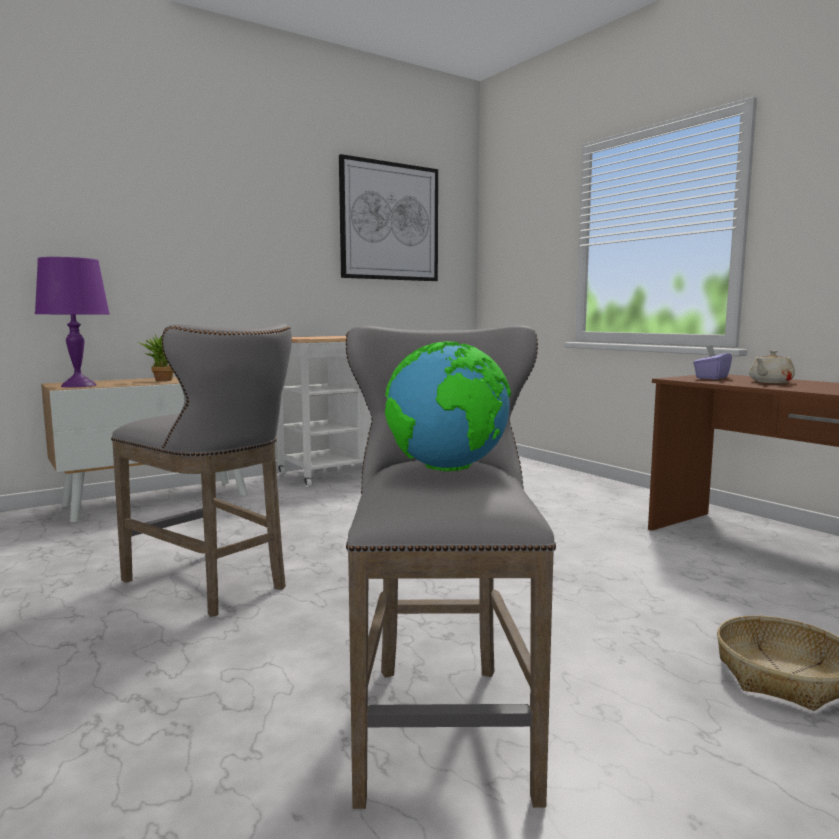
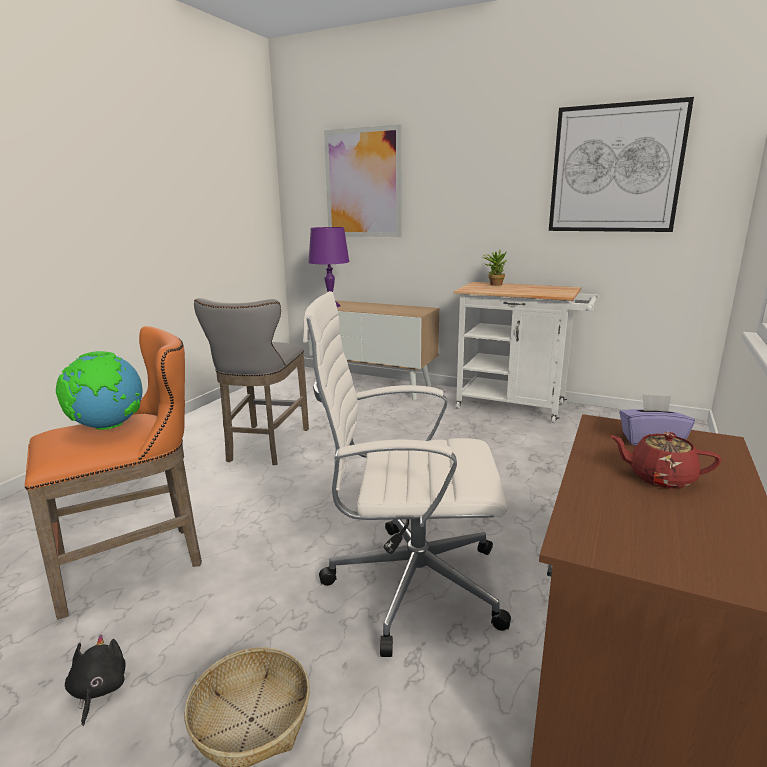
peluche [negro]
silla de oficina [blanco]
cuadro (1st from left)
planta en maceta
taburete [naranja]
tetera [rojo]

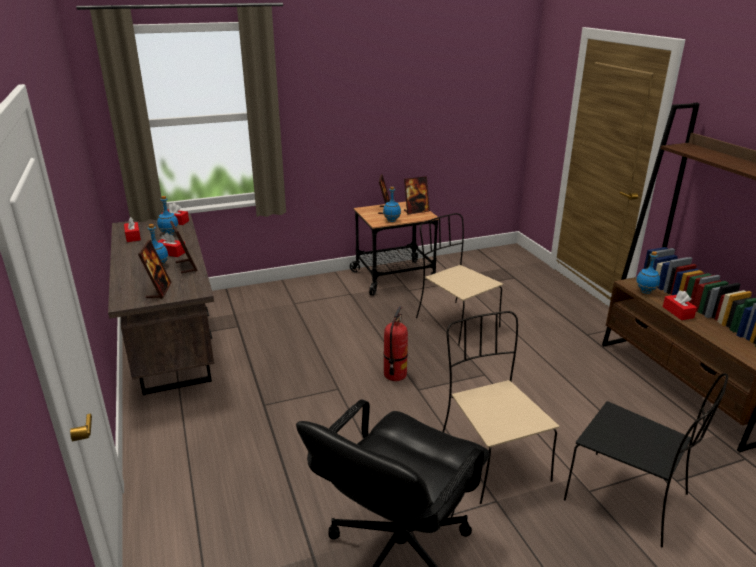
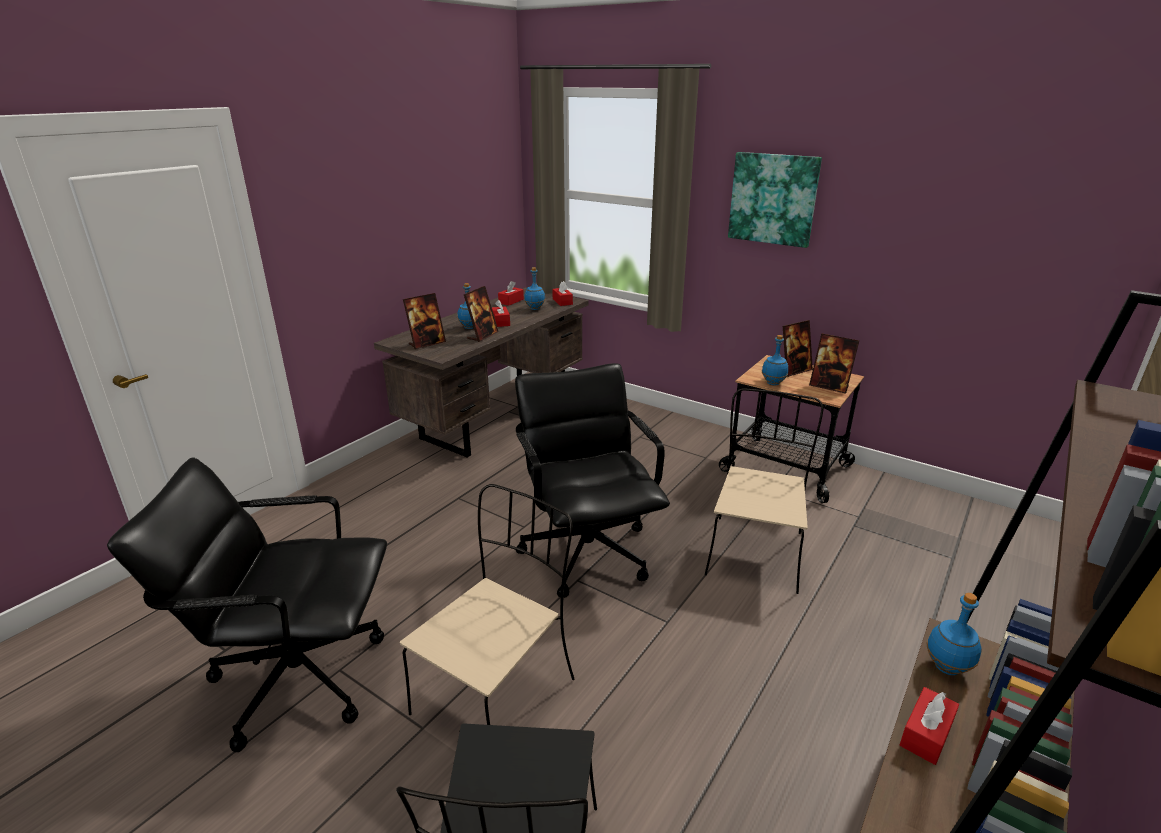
cuadro
silla de oficina [negro] (2nd from left)

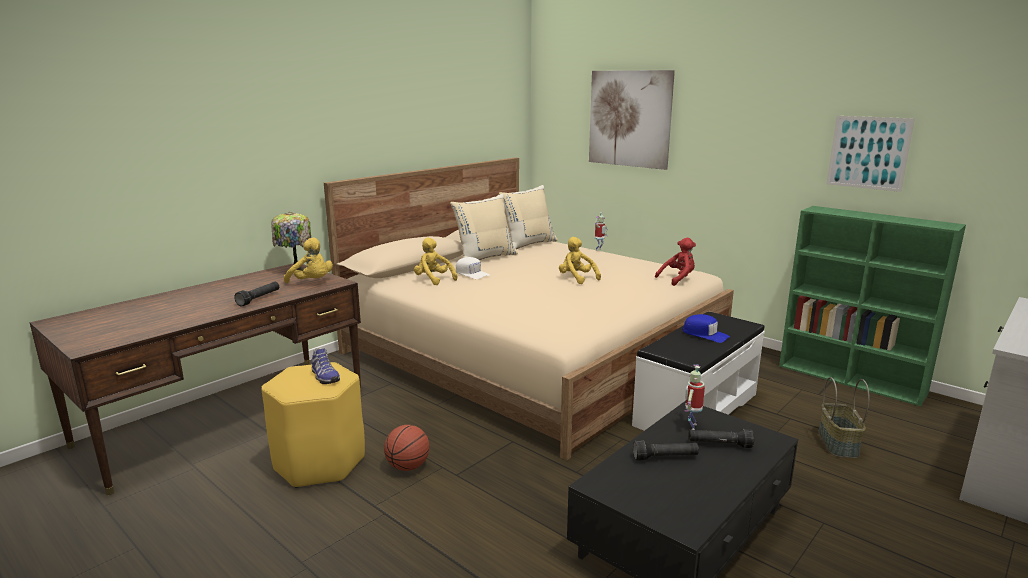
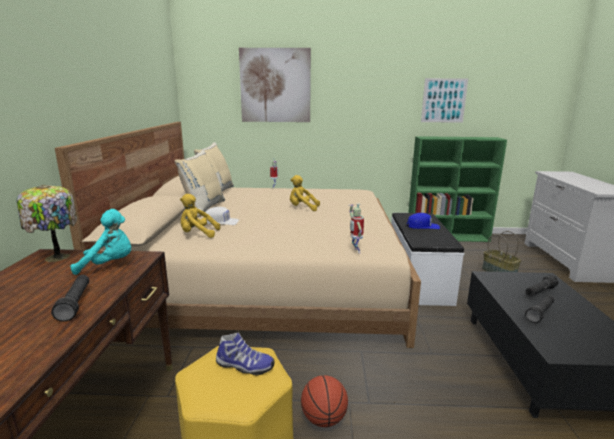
peluche [rojo]
robot de juguete (2nd from left)
peluche [turquesa]

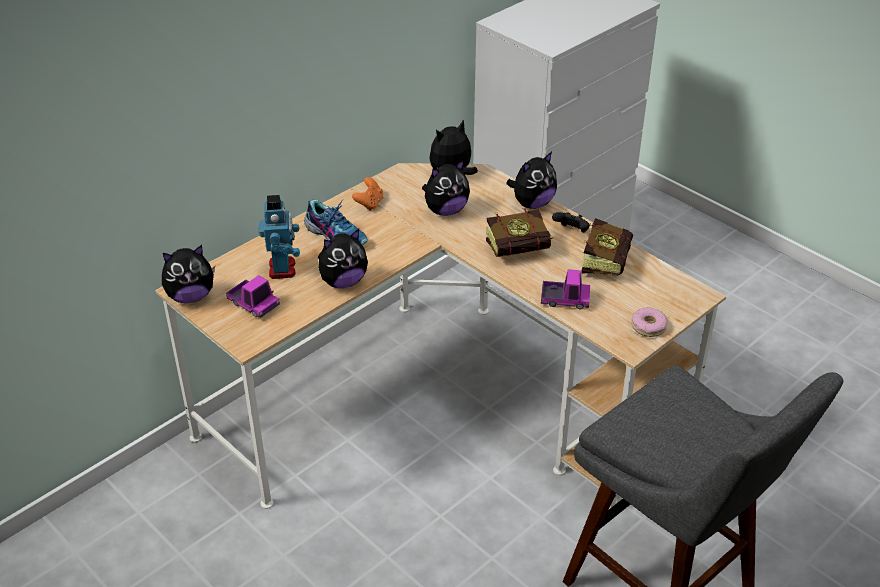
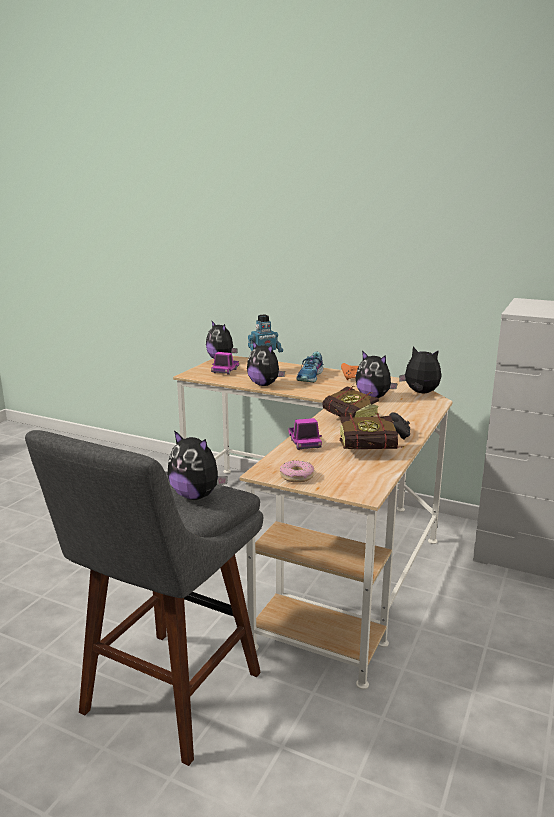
peluche (1st from left)

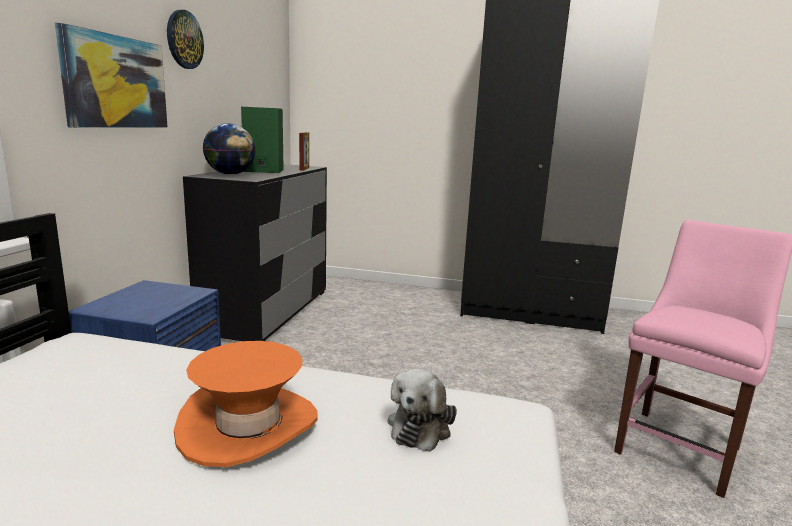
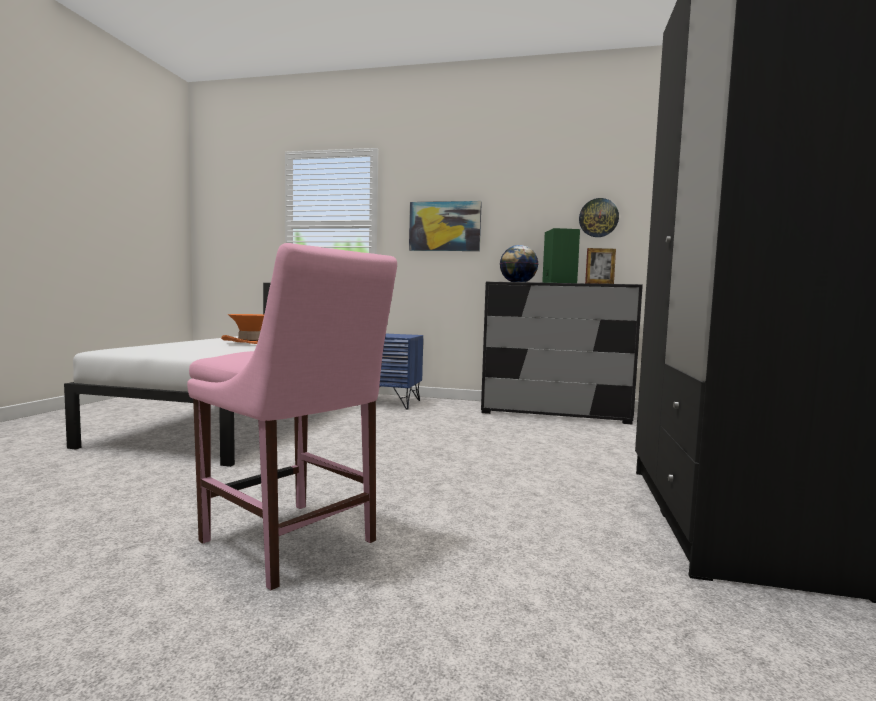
peluche
reloj de pared

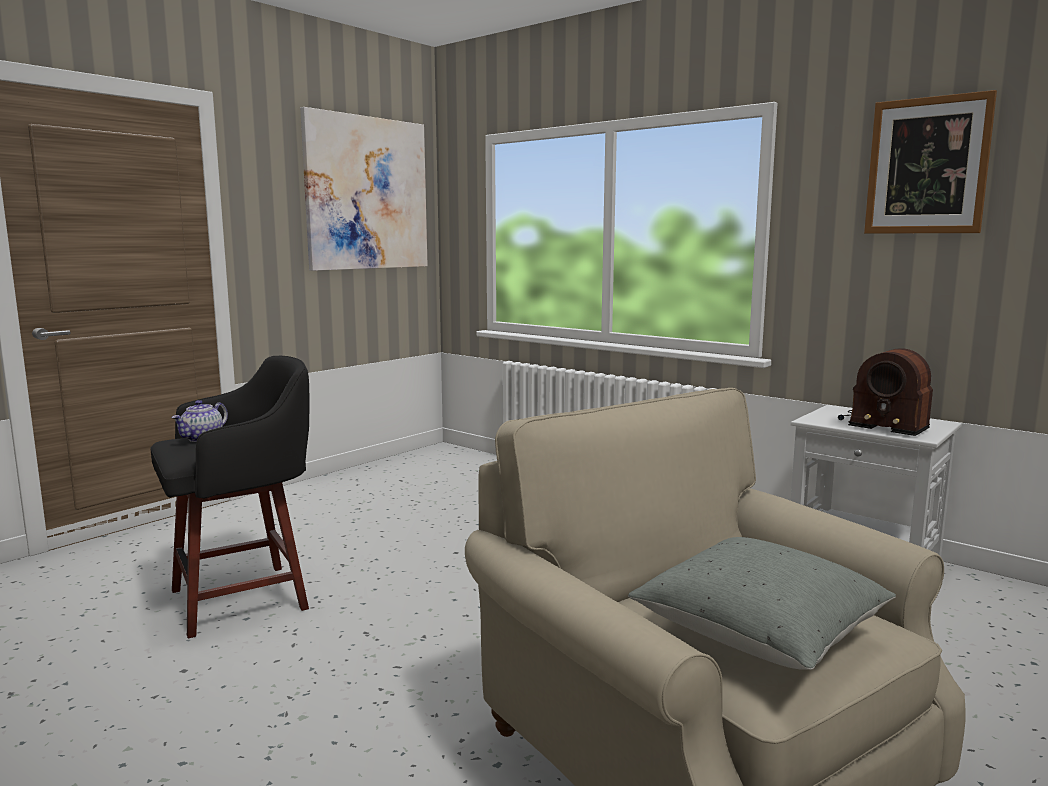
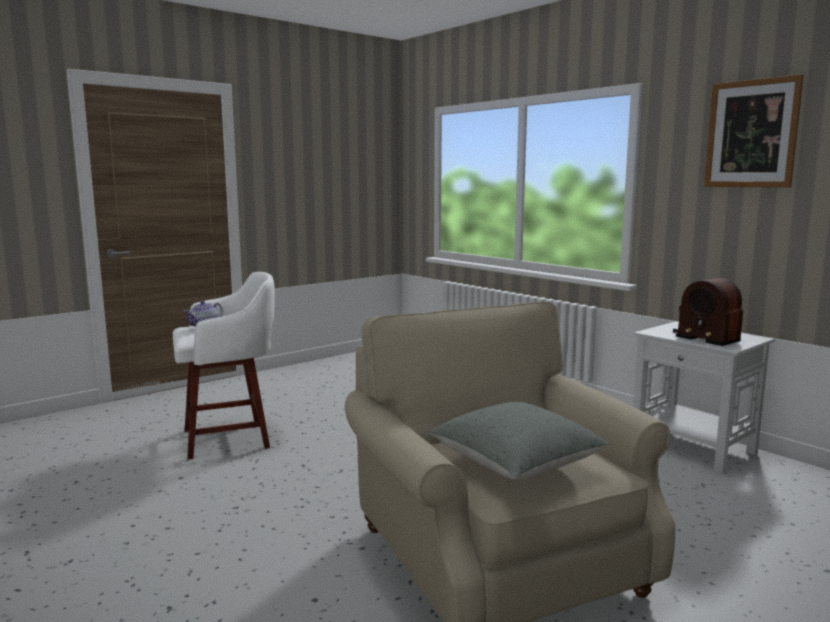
cuadro (1st from left in the first image)
taburete [blanco]

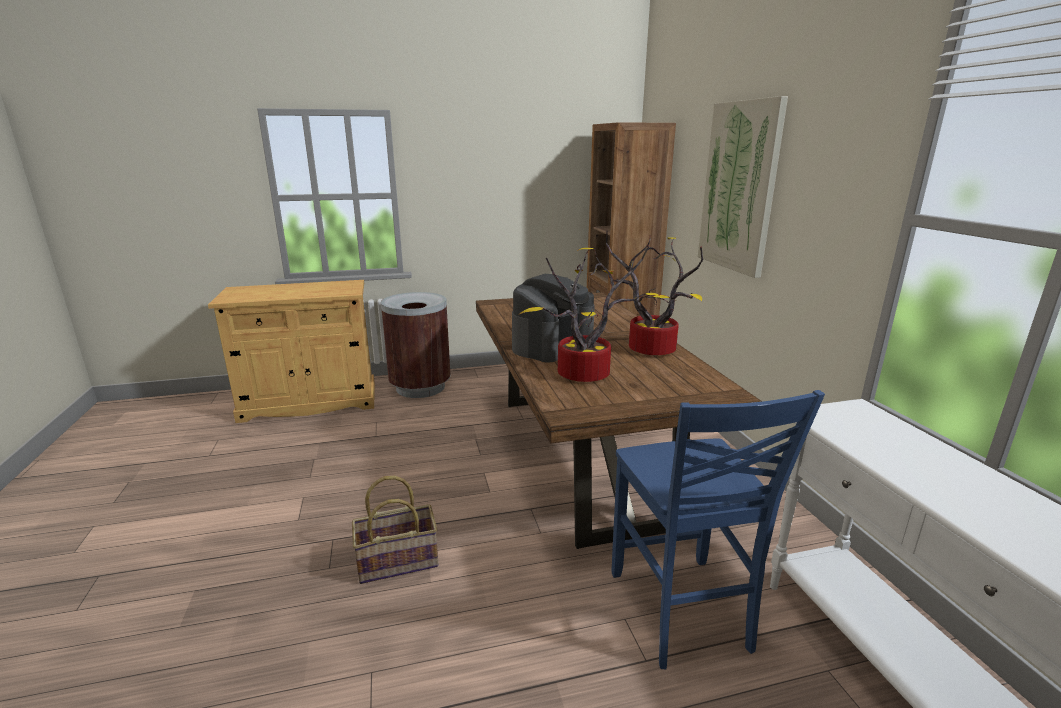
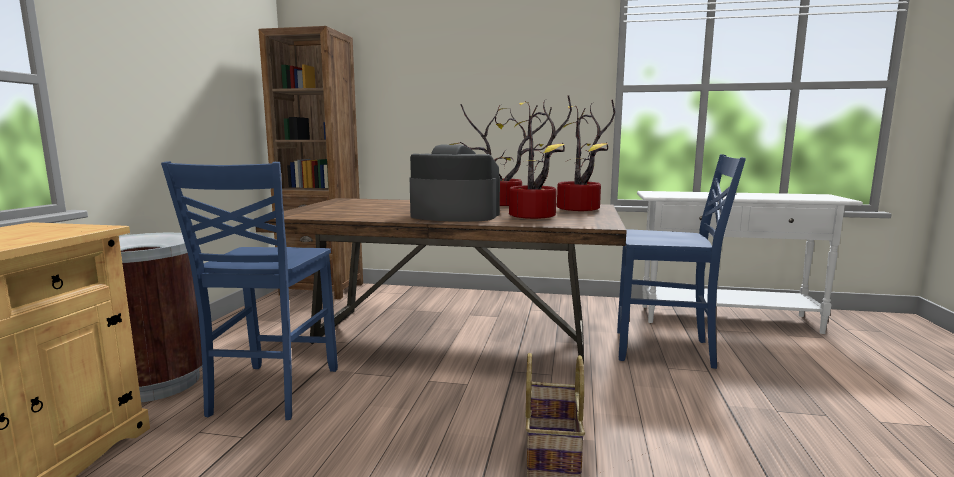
cuadro
silla [azul] (1st from left)
planta en maceta (3rd from left)
cafetera

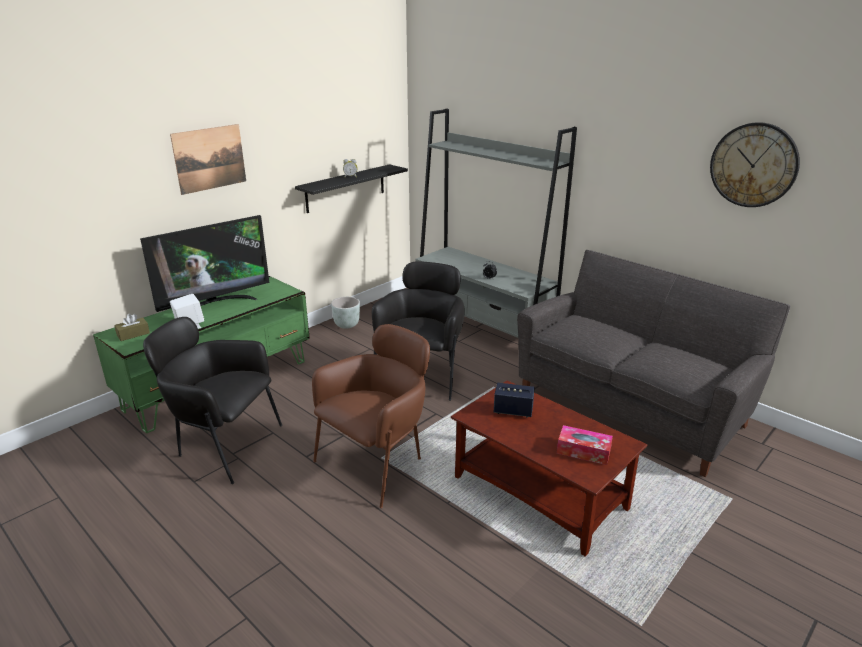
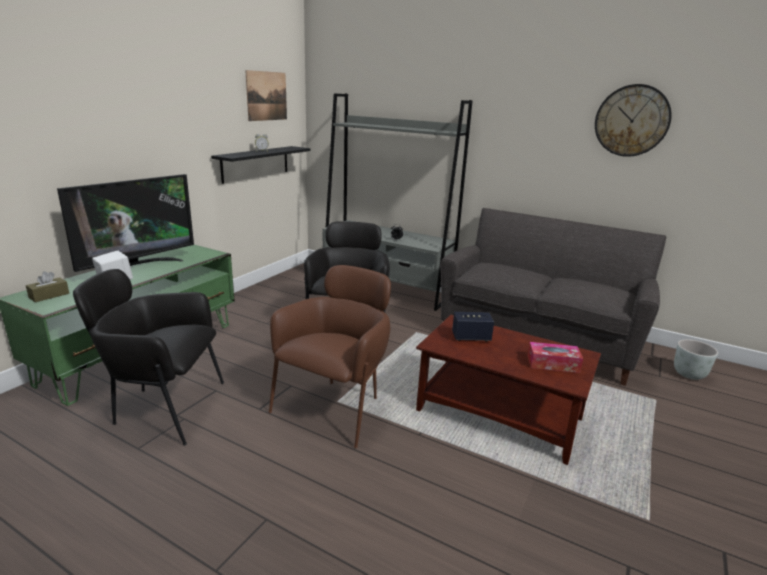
cuadro
maceta [gris]

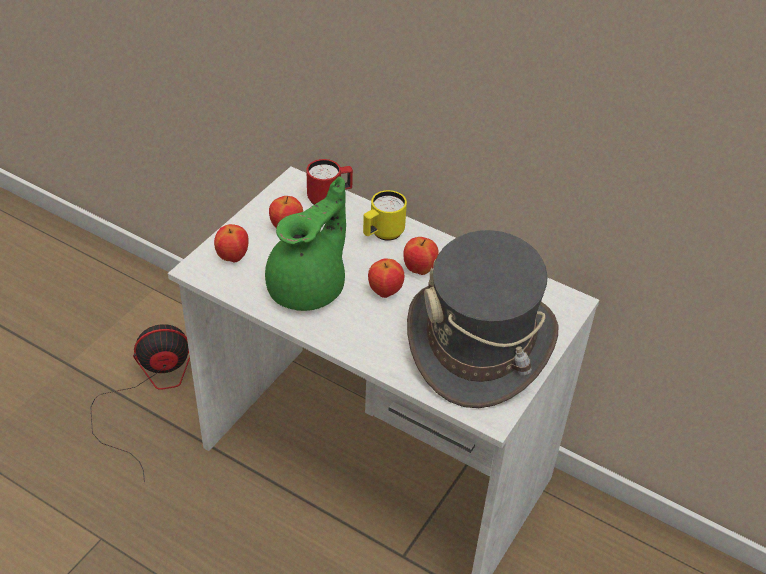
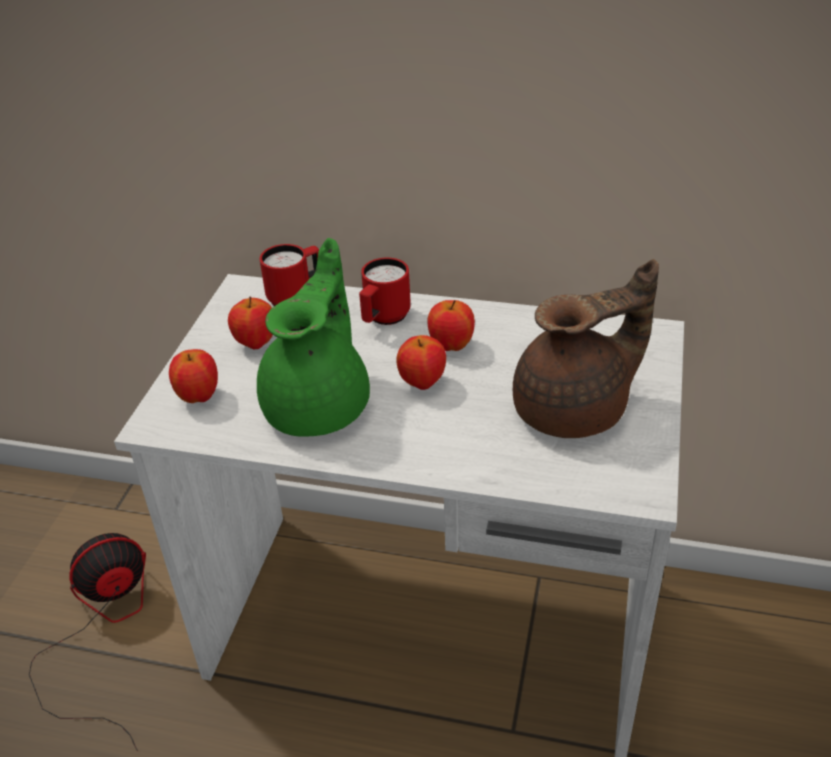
tetera [marrón]
taza grande [rojo] (2nd from left)

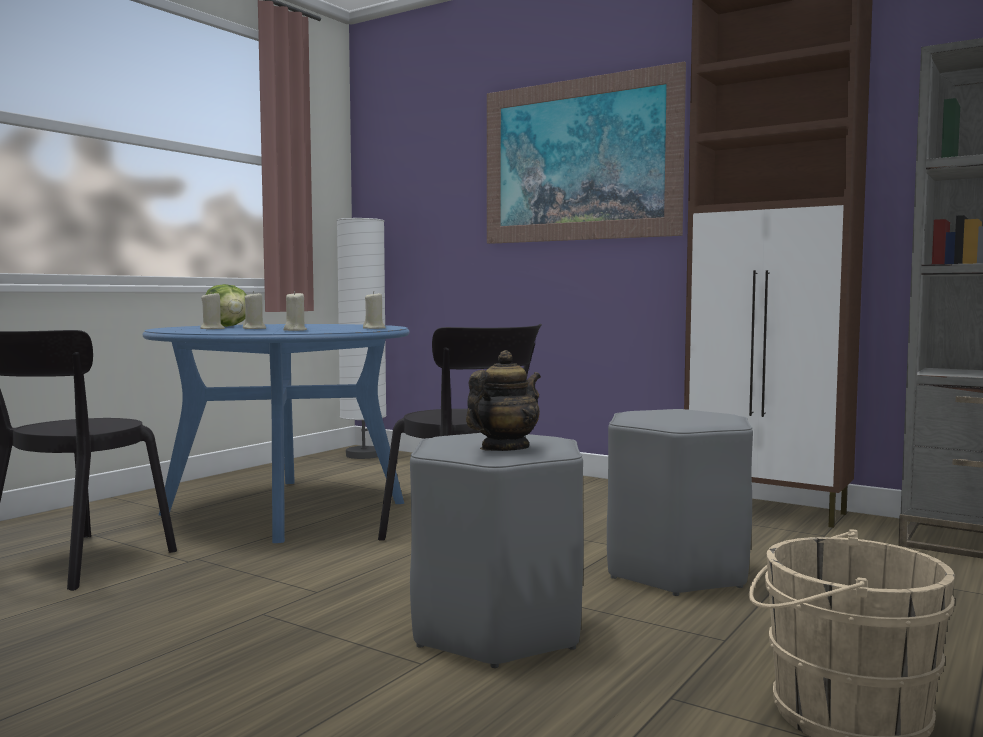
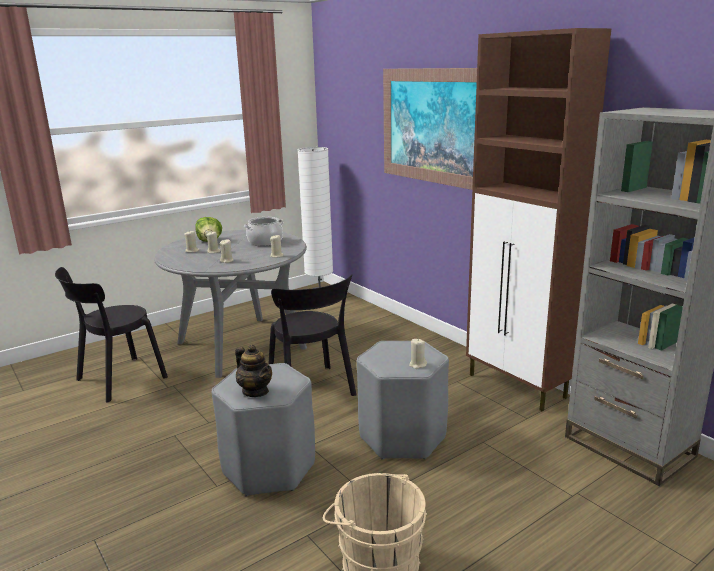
olla
vela [beis] (5th from left)
mesa de comedor [gris]
tetera

